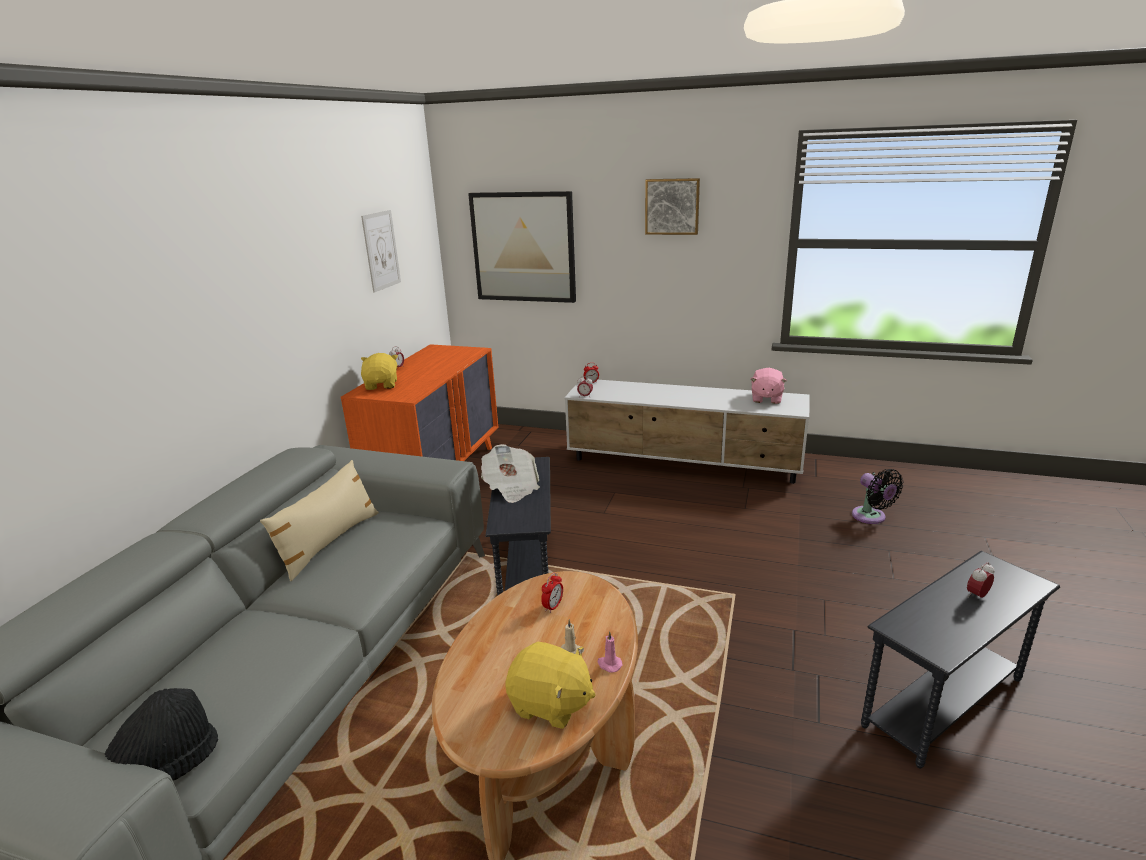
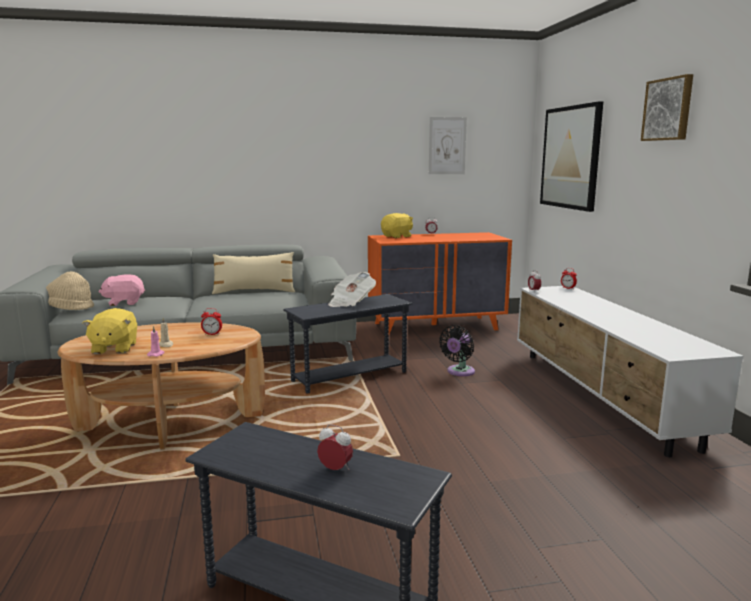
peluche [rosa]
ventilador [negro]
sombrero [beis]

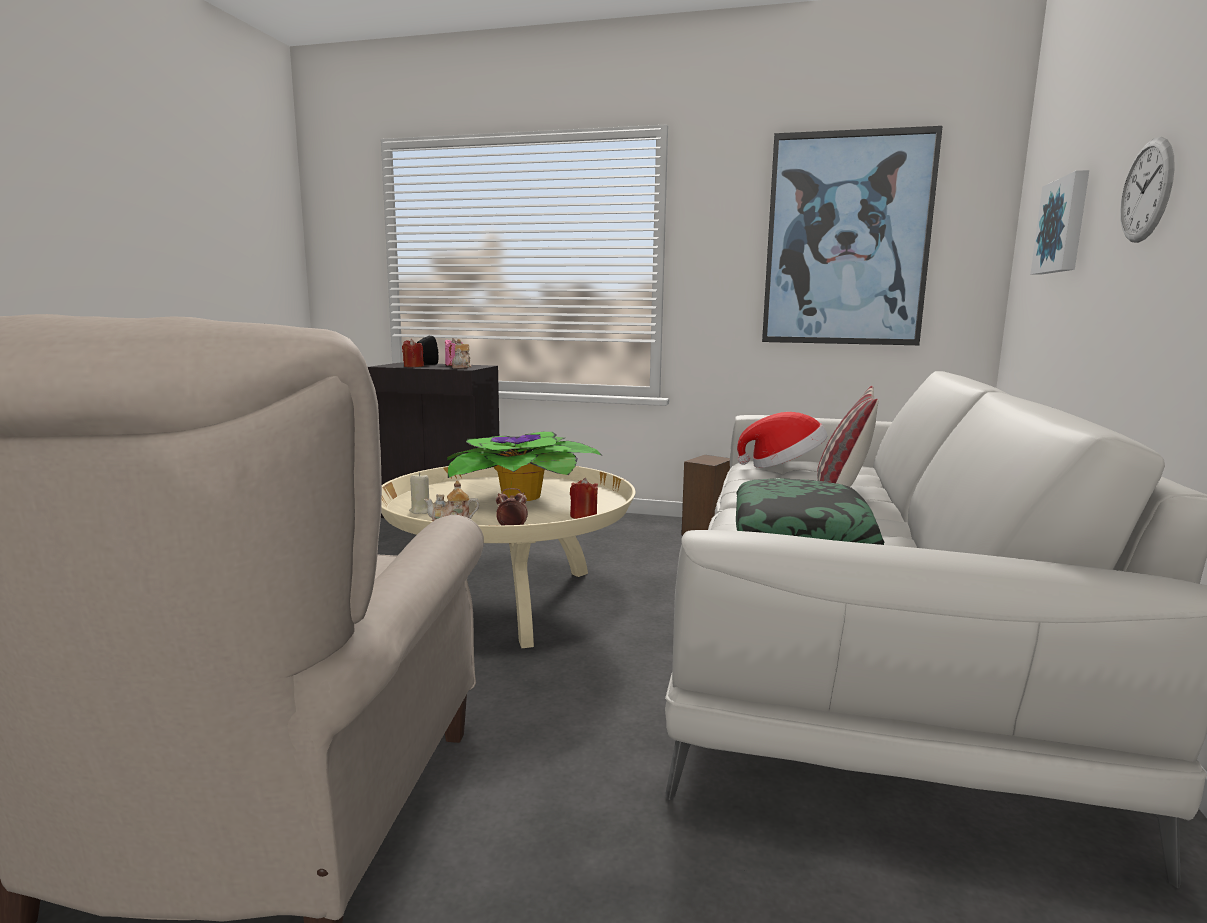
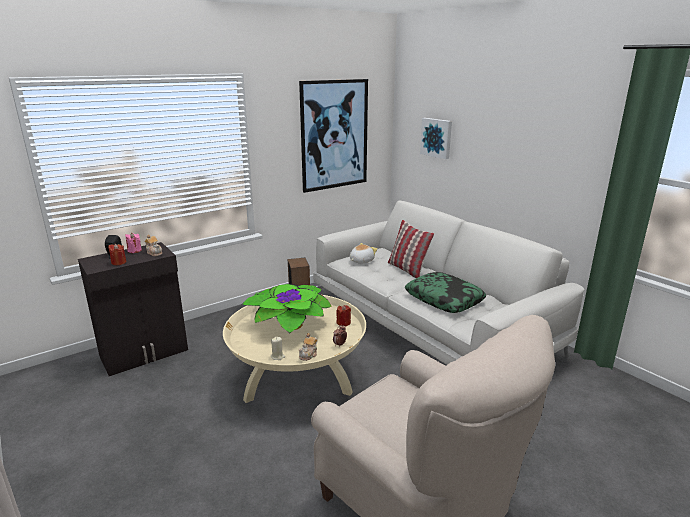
reloj de pared
peluche

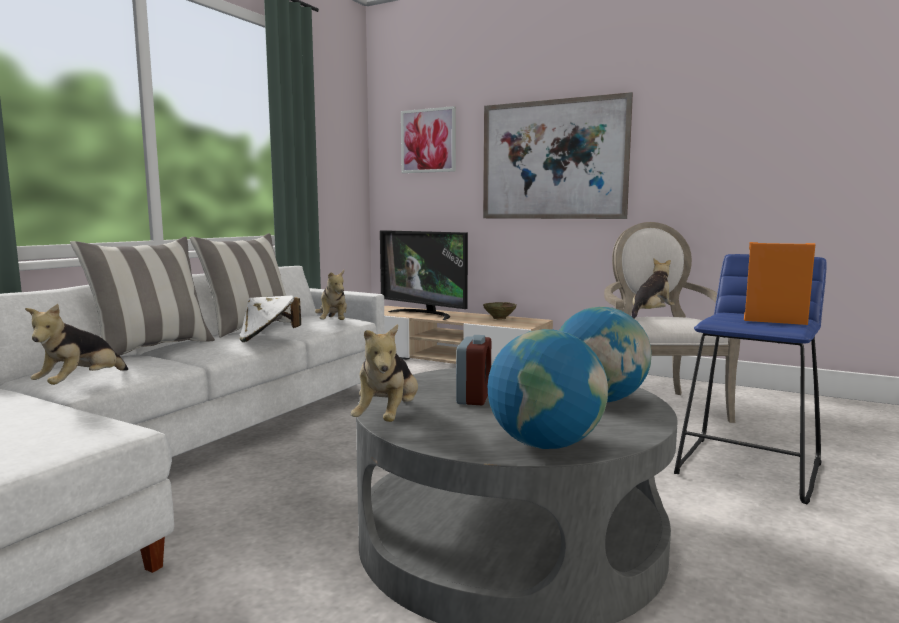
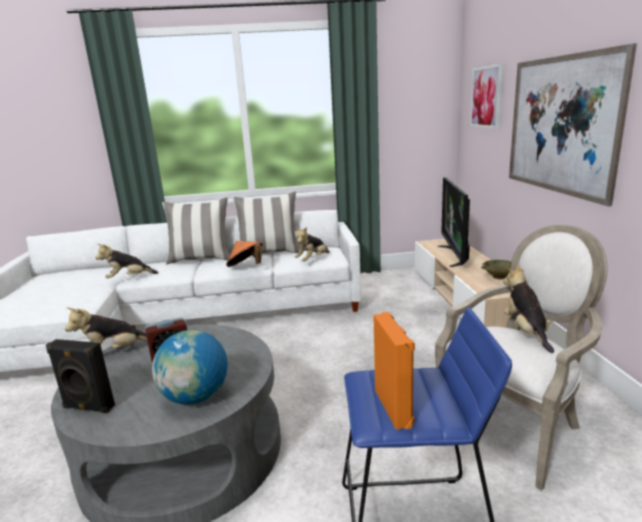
altavoz [negro]
sombrero [naranja]
peluche (4th from left)

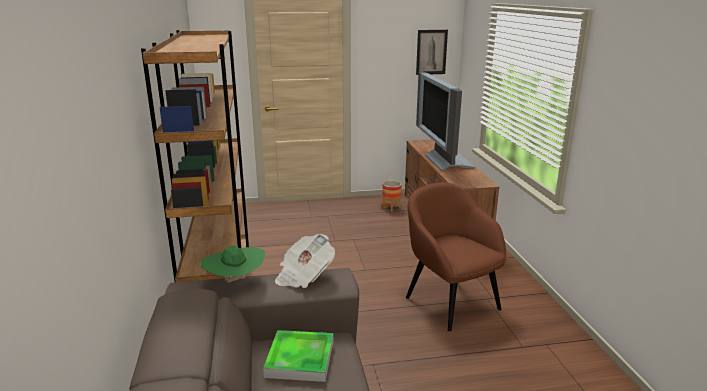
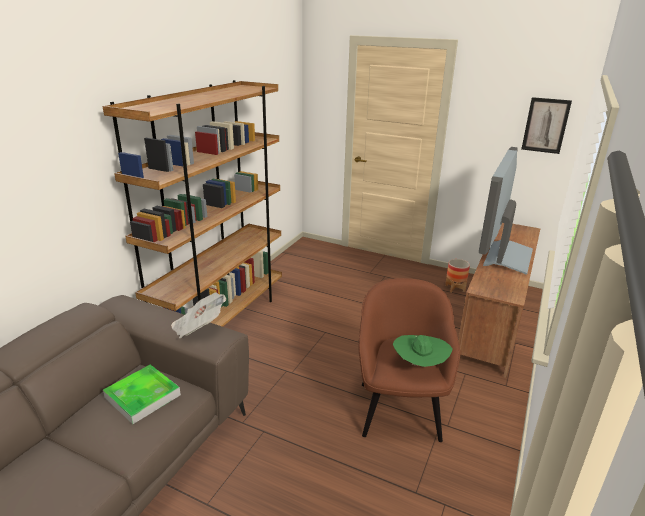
sombrero [verde]

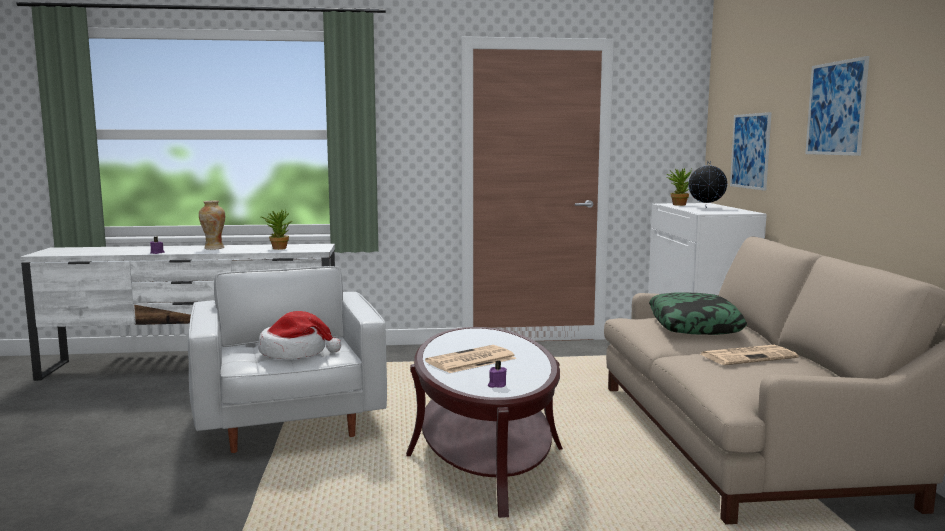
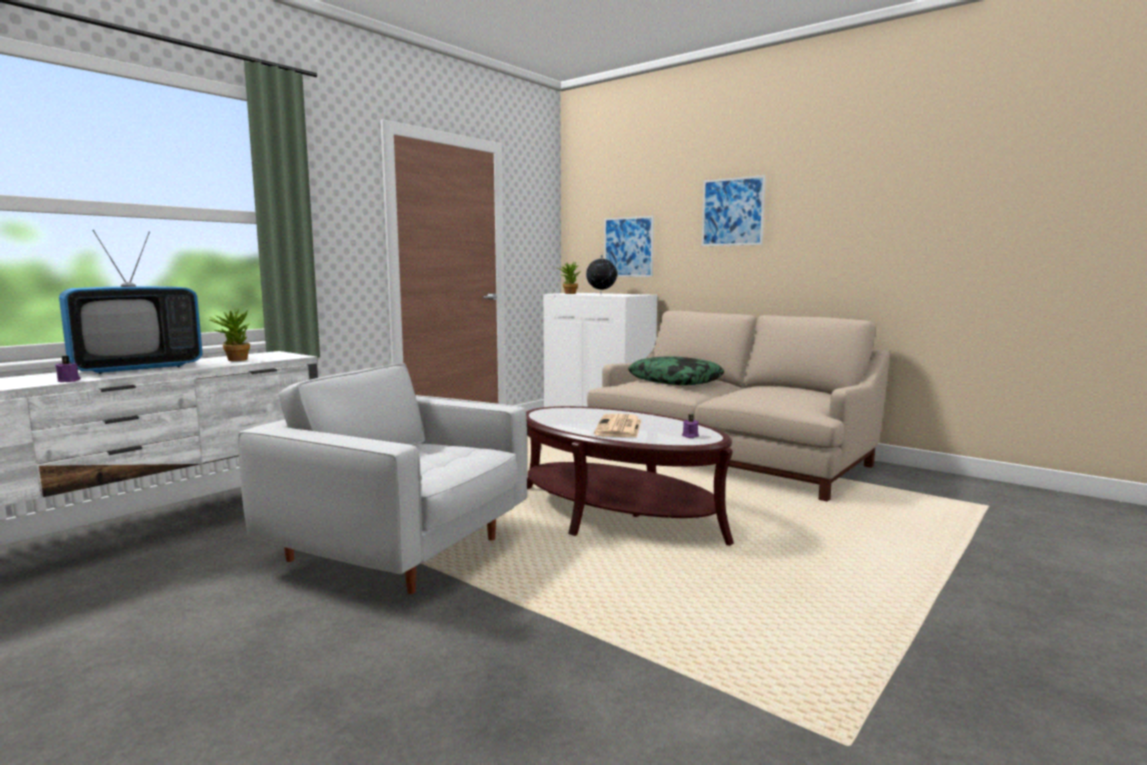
sombrero
periódico (2nd from left in the first image)
televisor

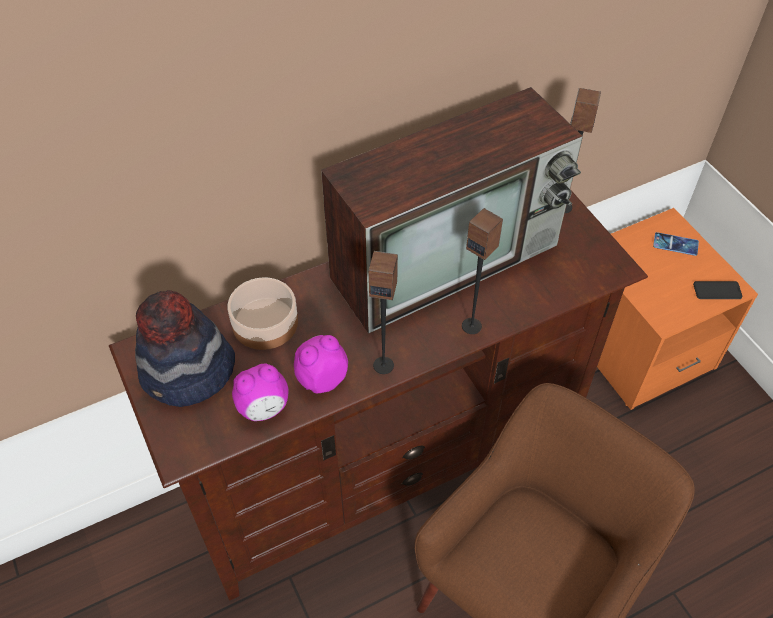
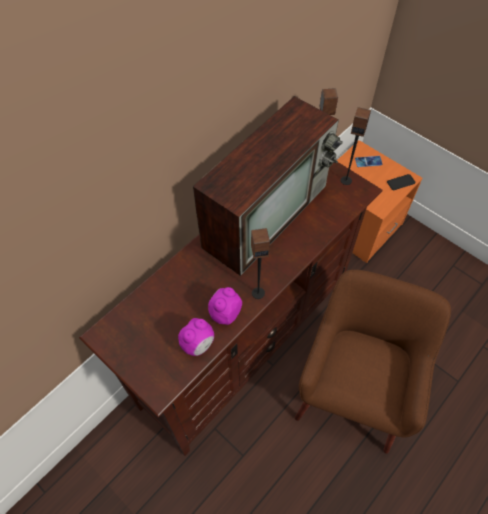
sombrero
cuenco
altavoz (3rd from left)

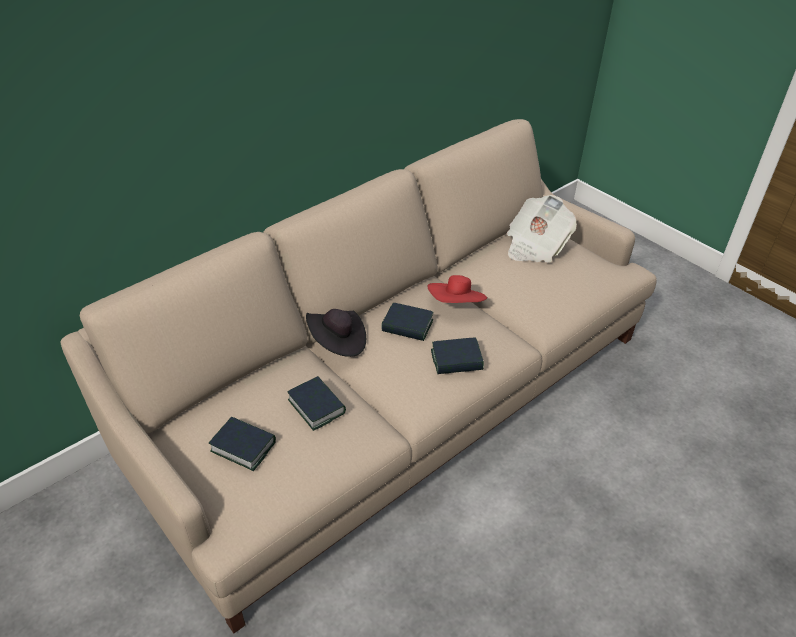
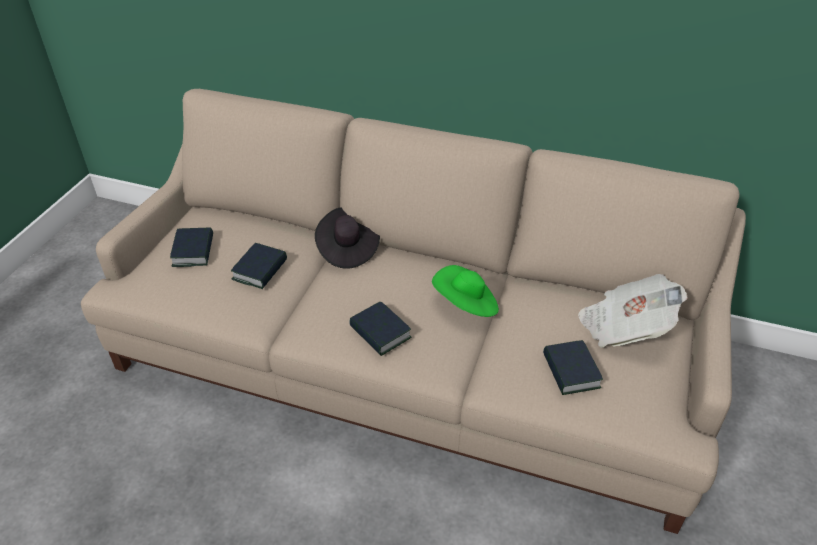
libro (4th from left)
sombrero [verde]

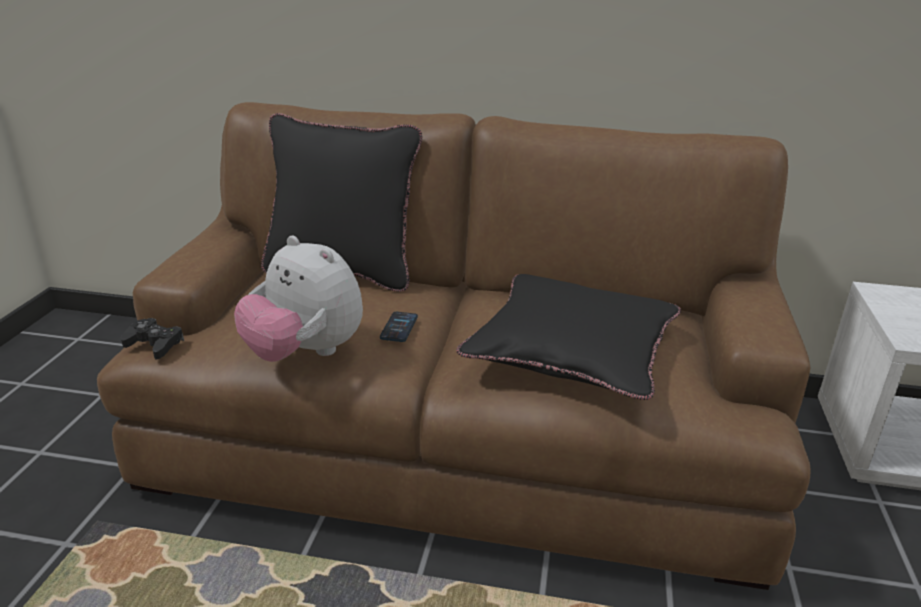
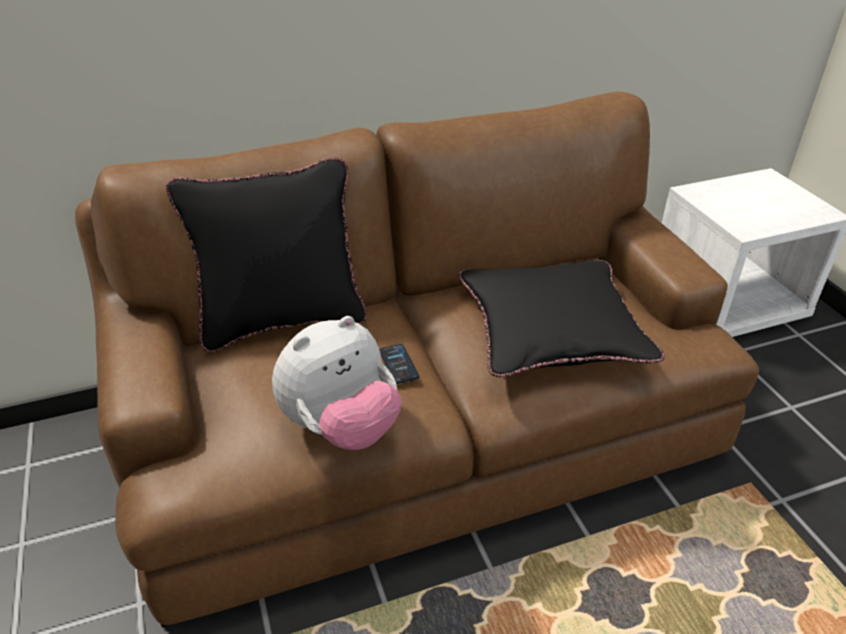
mando de consola [negro]
peluche

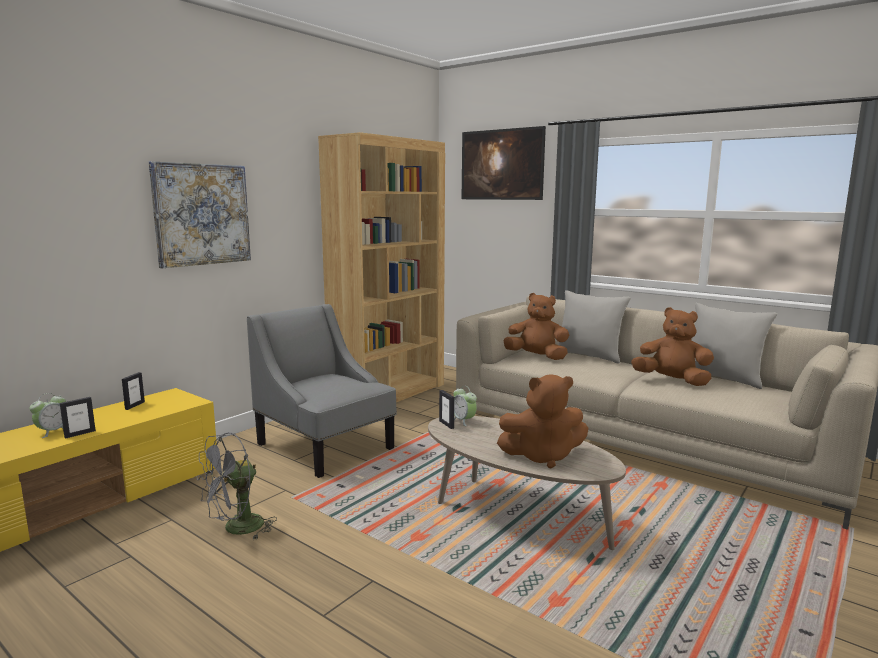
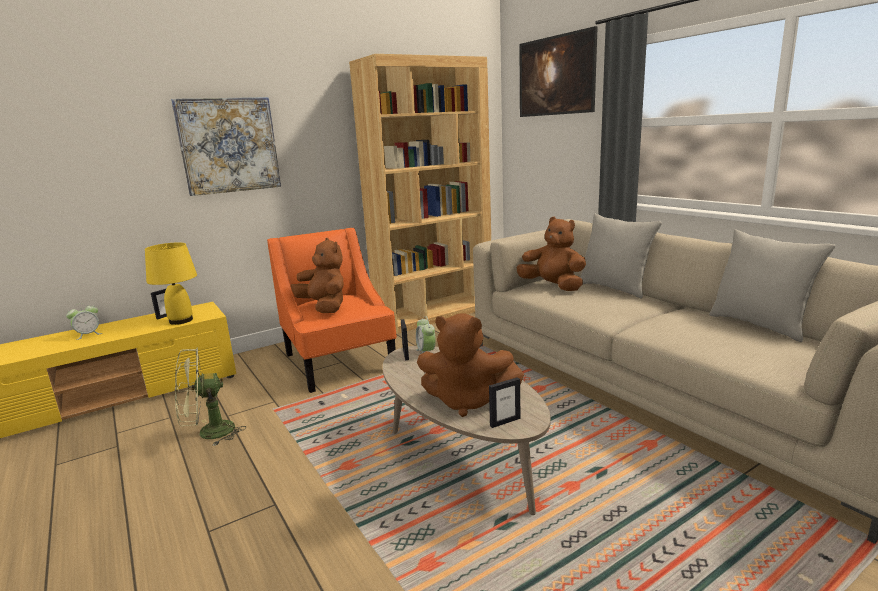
lámpara de mesa [amarillo]
portarretratos (3rd from left)
peluche [marrón] (1st from left)
ventilador [verde]
sillón [naranja]

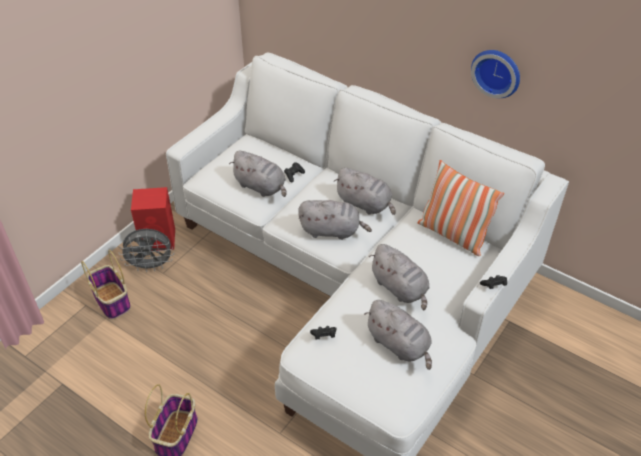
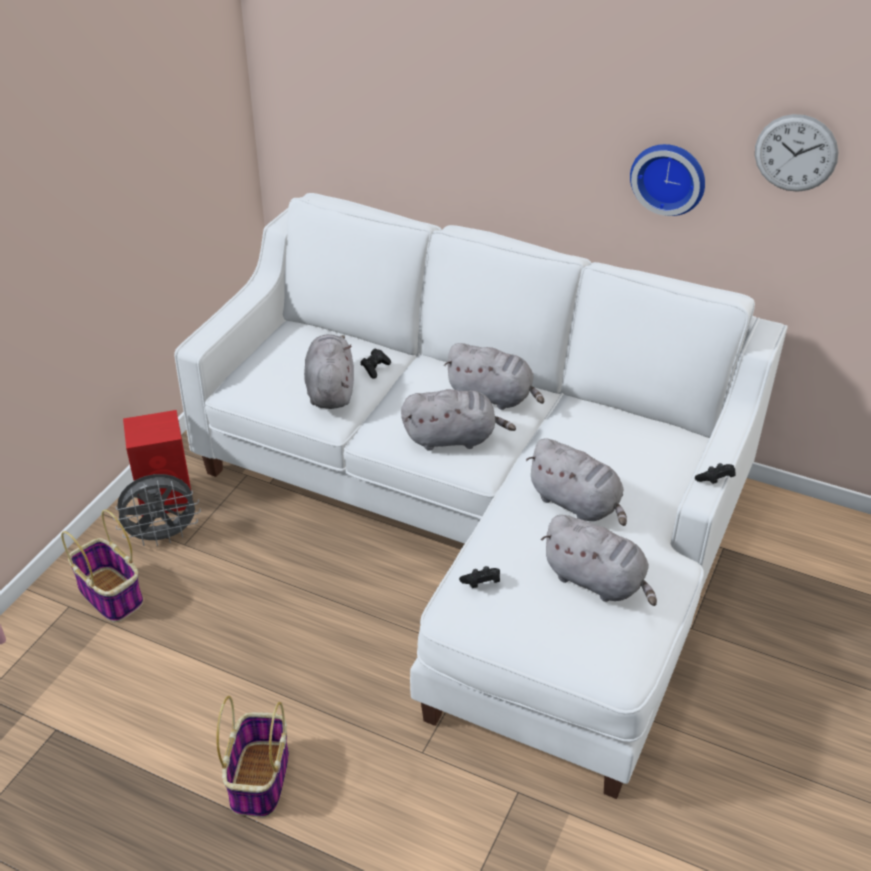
cojín
reloj de pared (2nd from left)
peluche [gris] (1st from left)

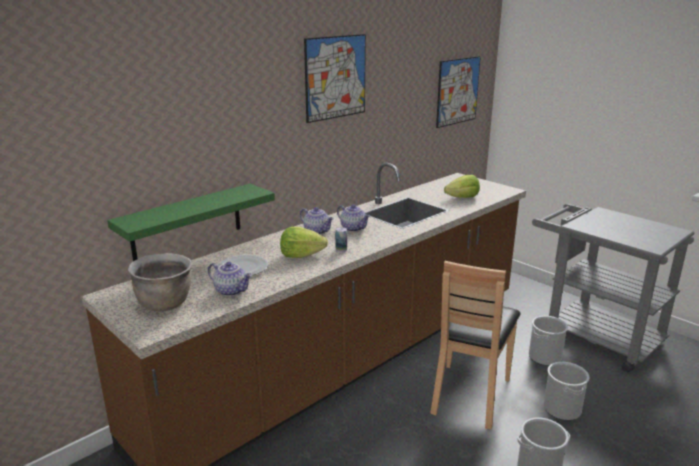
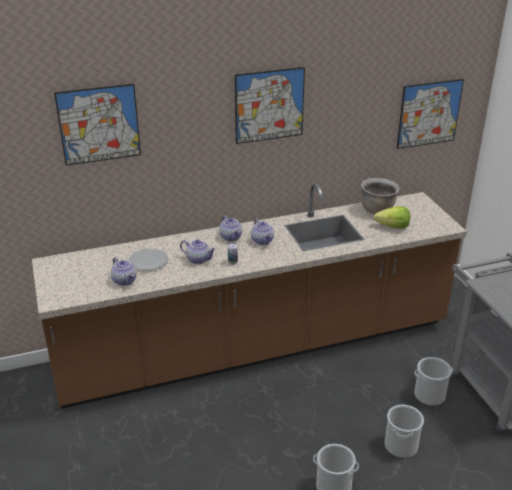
estante [verde]
silla [marrón]
cuadro (1st from left)
olla [marrón]
tetera (2nd from left)

